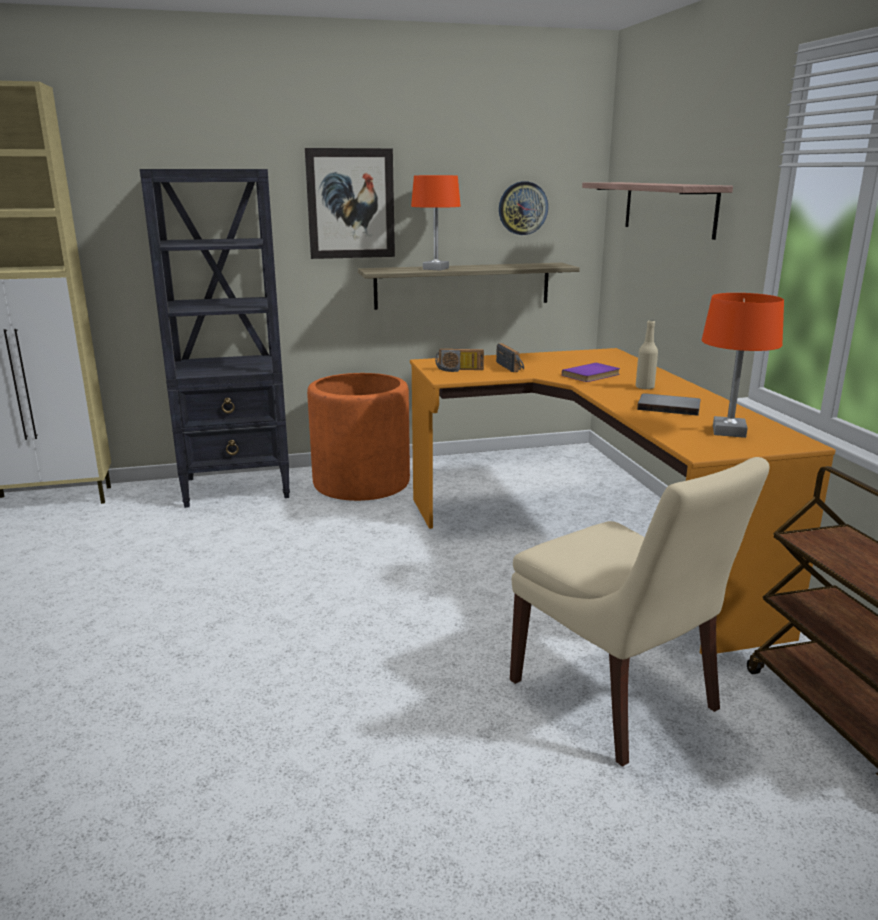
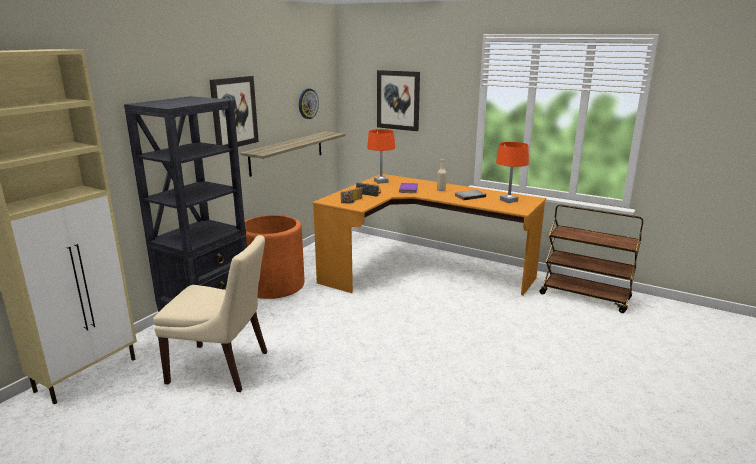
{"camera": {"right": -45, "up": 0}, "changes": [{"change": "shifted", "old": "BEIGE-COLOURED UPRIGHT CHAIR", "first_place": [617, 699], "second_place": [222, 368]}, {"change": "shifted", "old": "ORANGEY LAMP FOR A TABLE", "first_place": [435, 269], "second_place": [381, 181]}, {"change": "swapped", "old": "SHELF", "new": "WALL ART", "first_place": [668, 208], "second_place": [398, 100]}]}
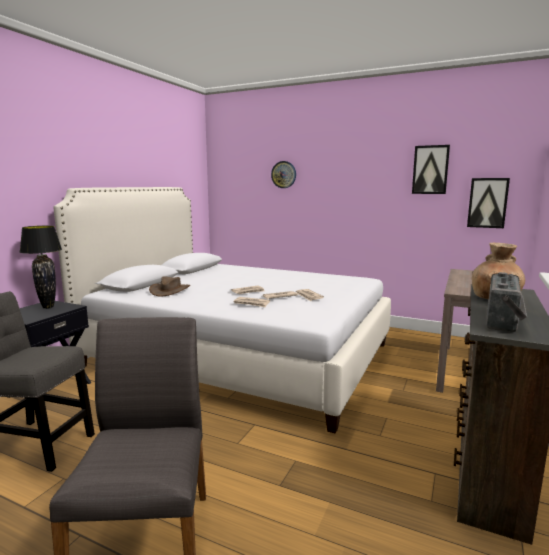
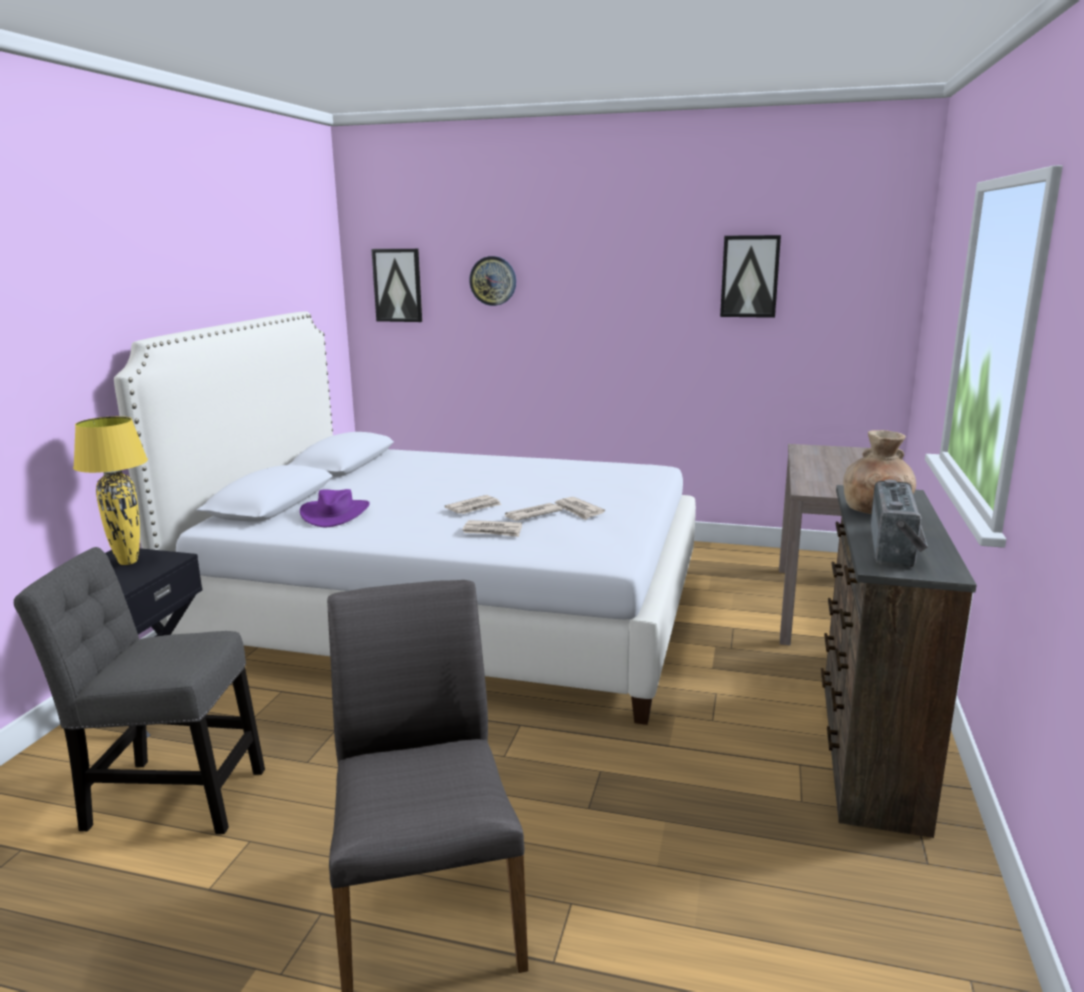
{"camera": {"right": -10, "up": 5}, "changes": [{"change": "repainted", "old": "BLACK LAMP FOR A TABLE", "new": "YELLOWISH LAMP FOR A TABLE", "first_place": [47, 307], "second_place": [127, 562]}, {"change": "repainted", "old": "BROWNISH CLOTHING HAT", "new": "PURPLE CLOTHING HAT", "first_place": [170, 290], "second_place": [335, 514]}, {"change": "shifted", "old": "WALL ART", "first_place": [487, 203], "second_place": [397, 285]}]}
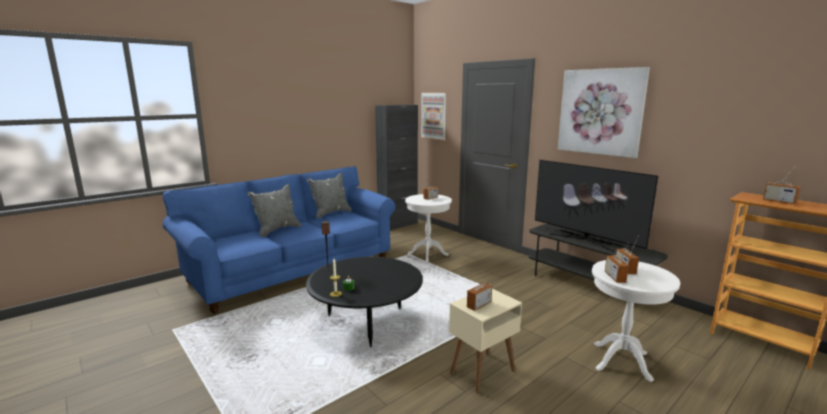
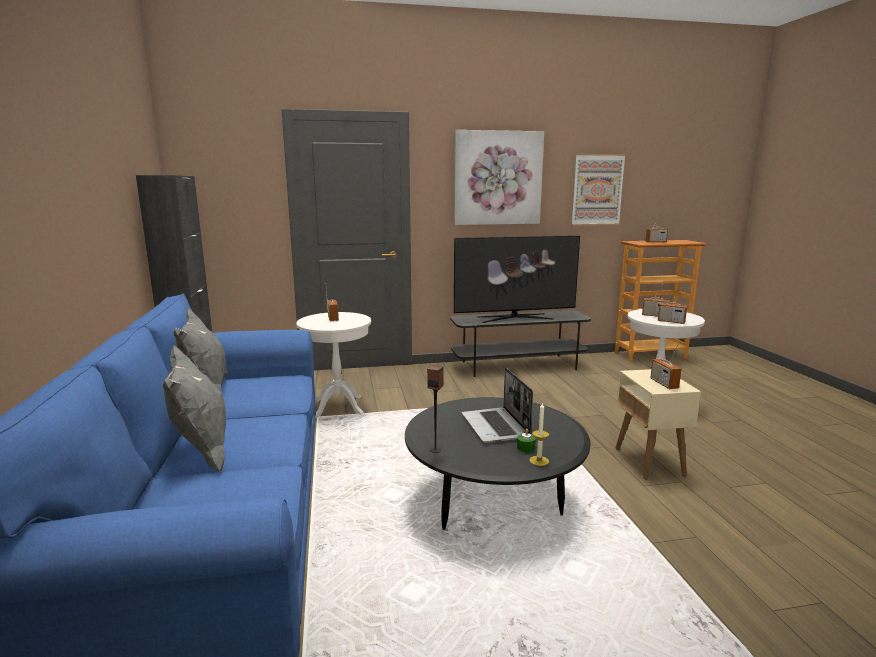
{"camera": {"right": -60, "up": 0}, "changes": [{"change": "new", "new": "LAPTOP", "second_place": [496, 427]}, {"change": "shifted", "old": "WALL ART", "first_place": [433, 115], "second_place": [597, 190]}]}
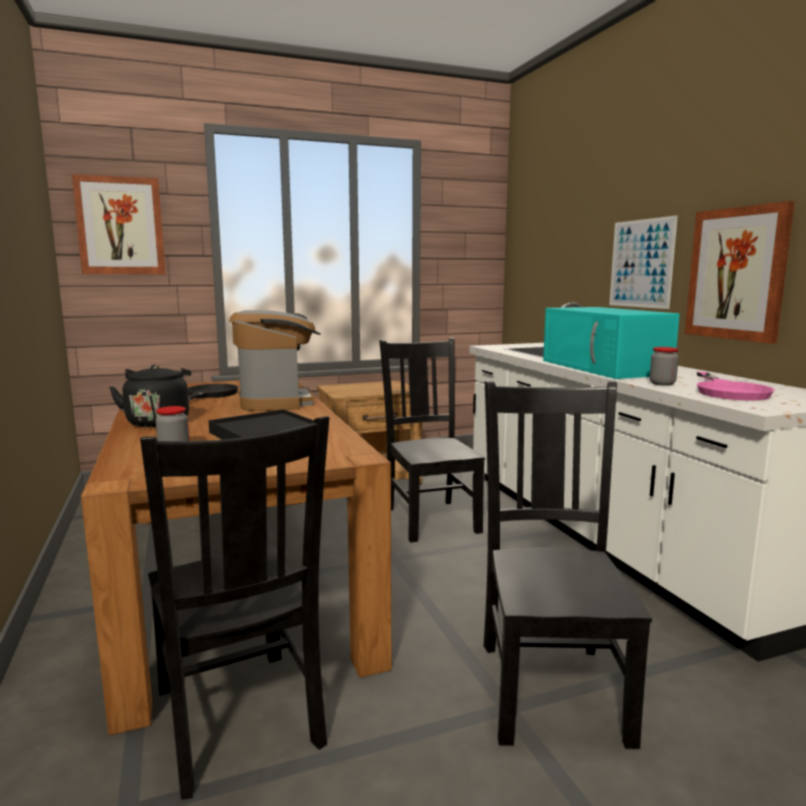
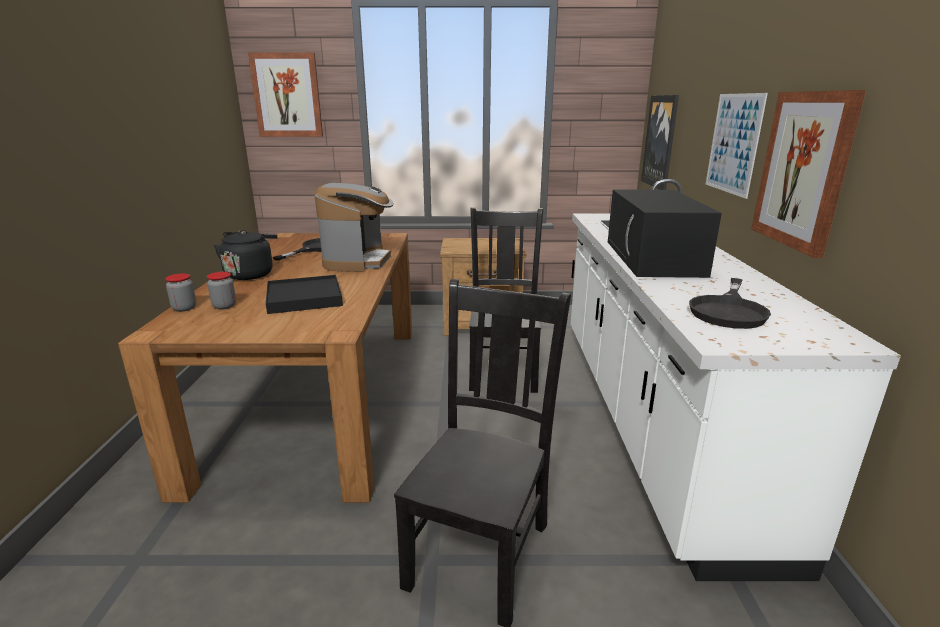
{"camera": {"right": 20, "up": 10}, "changes": [{"change": "shifted", "old": "STORAGE JAR", "first_place": [662, 383], "second_place": [184, 308]}, {"change": "repainted", "old": "BLUE-GREEN MICROWAVE OVEN", "new": "BLACK MICROWAVE OVEN", "first_place": [605, 367], "second_place": [654, 258]}, {"change": "new", "new": "WALL ART", "second_place": [660, 142]}, {"change": "repainted", "old": "PINK-COLOURED PAN", "new": "BLACK PAN", "first_place": [728, 391], "second_place": [729, 310]}, {"change": "gone", "old": "BLACK UPRIGHT CHAIR", "first_place": [238, 721]}]}
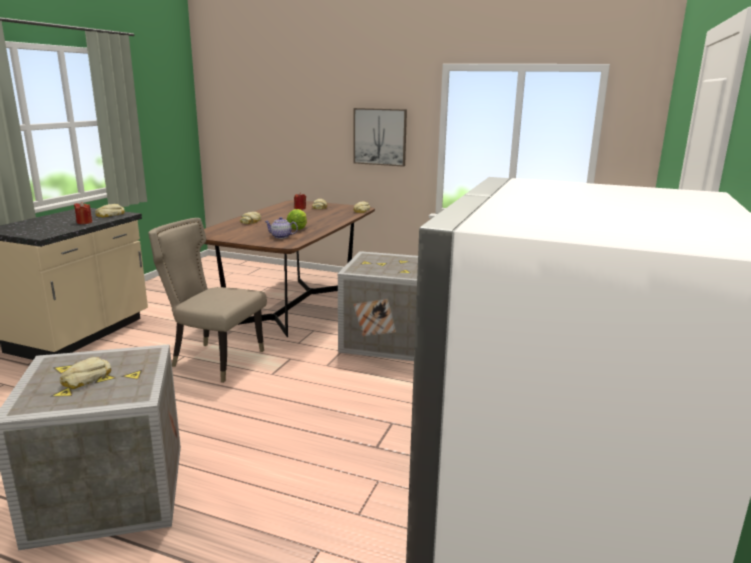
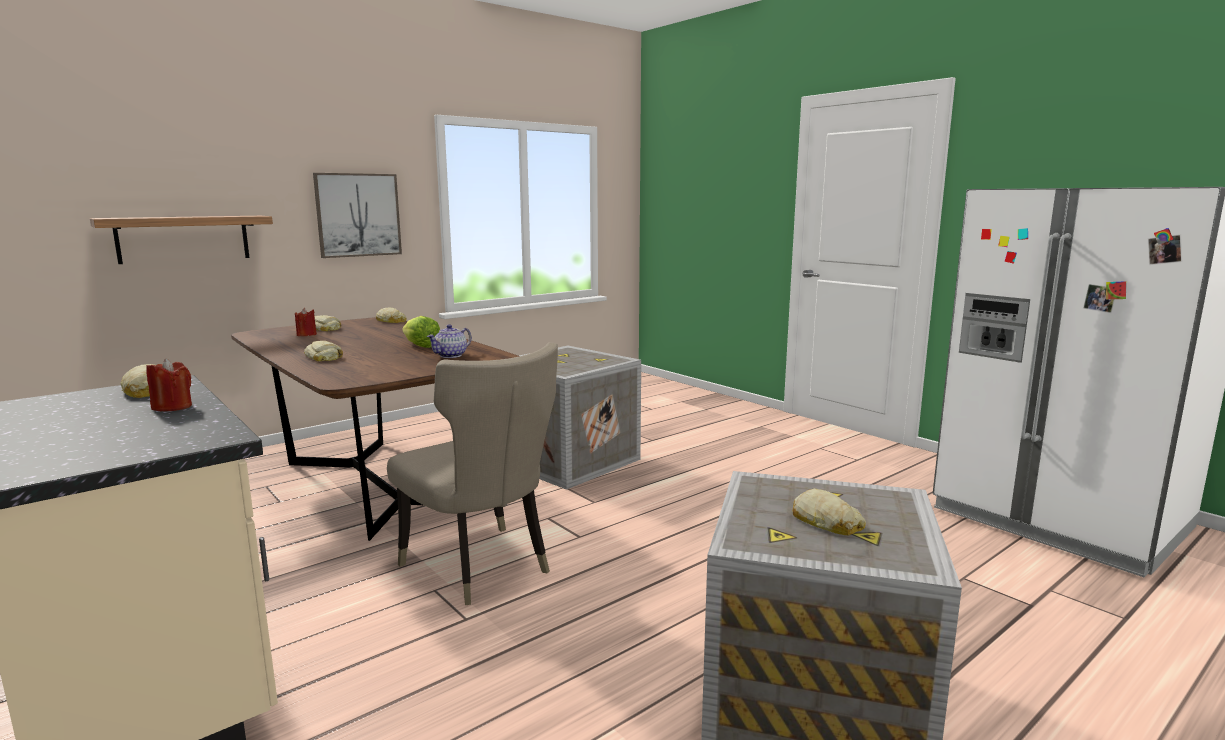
{"camera": {"right": -60, "up": -5}, "changes": [{"change": "new", "new": "SHELF", "second_place": [183, 239]}, {"change": "rotated", "old": "BEIGE-COLOURED UPRIGHT CHAIR", "first_place": [214, 360], "second_place": [482, 568], "degrees": -90}]}
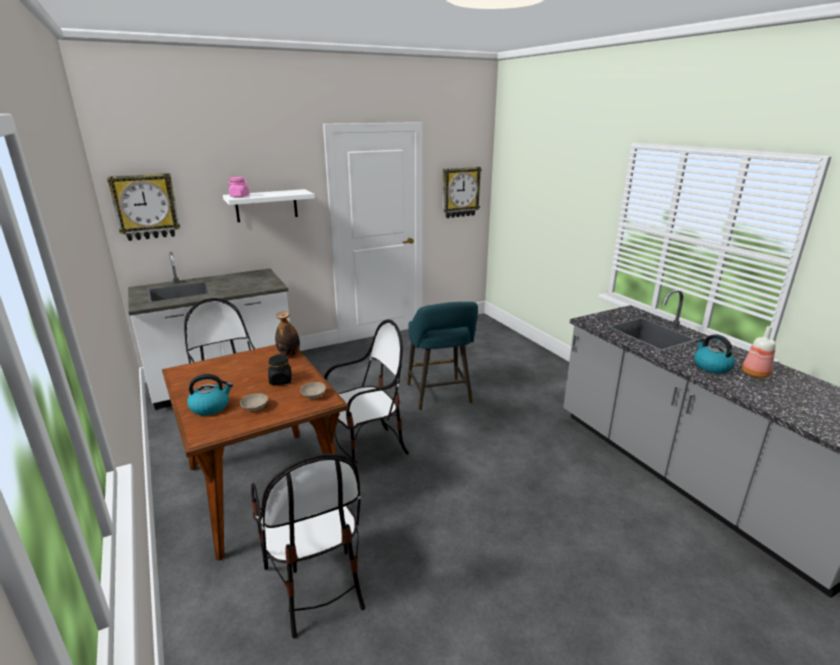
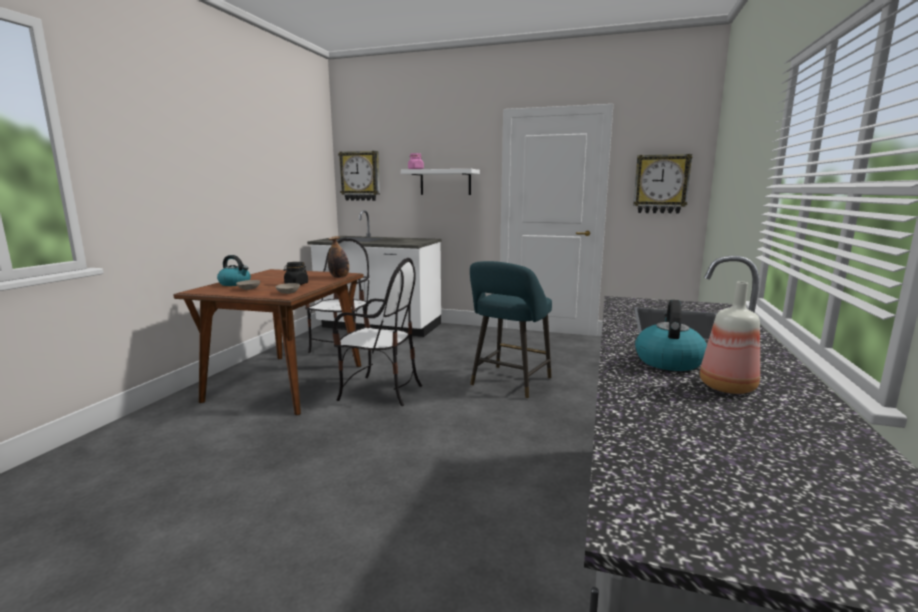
{"camera": {"right": 45, "up": -10}, "changes": [{"change": "gone", "old": "UPRIGHT CHAIR", "first_place": [315, 584]}]}
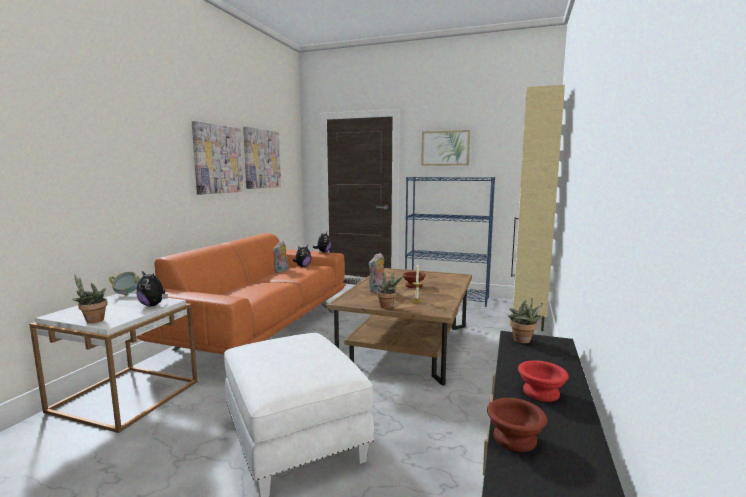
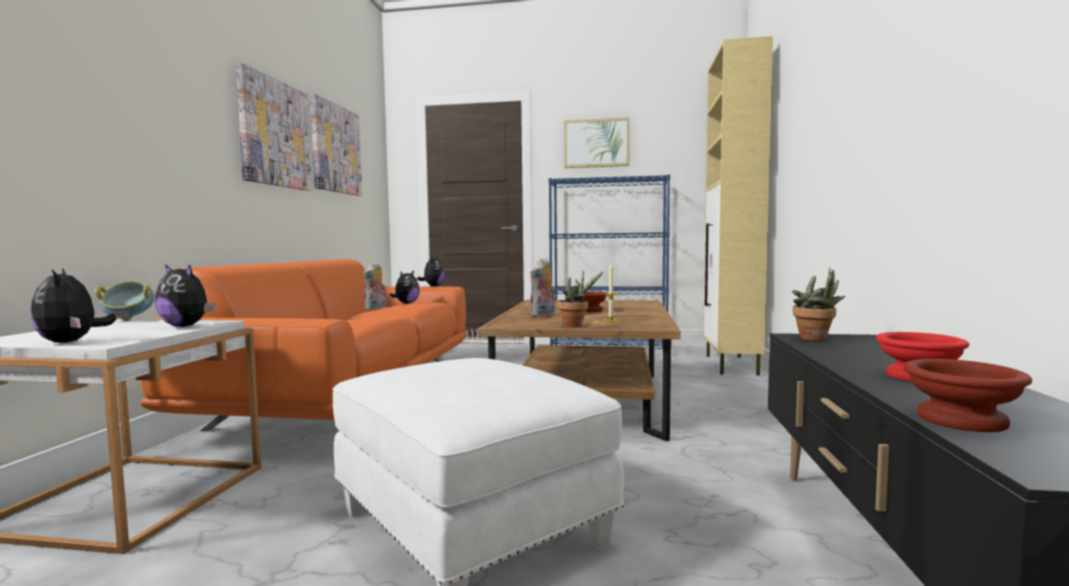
{"camera": {"right": -10, "up": -5}, "changes": [{"change": "swapped", "old": "POTTED PLANT", "new": "SOFT TOY", "first_place": [92, 320], "second_place": [71, 342]}]}
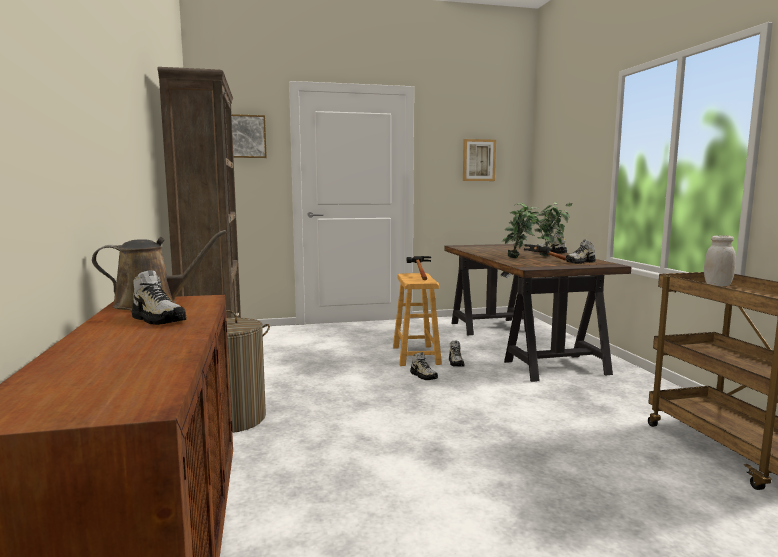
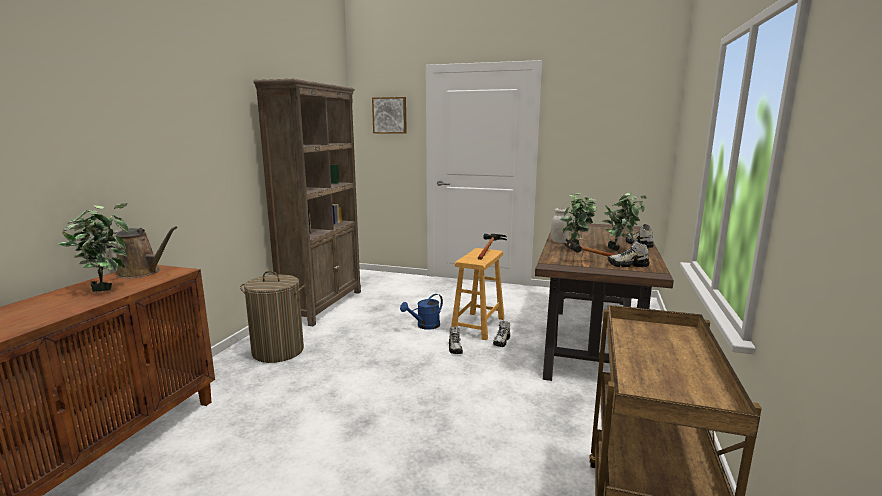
{"camera": {"right": 30, "up": 5}, "changes": [{"change": "swapped", "old": "LOW SHOE", "new": "POTTED PLANT", "first_place": [158, 319], "second_place": [106, 289]}, {"change": "new", "new": "BLUE WATERING CAN", "second_place": [425, 326]}, {"change": "shifted", "old": "WHITE-COLOURED STORAGE JAR", "first_place": [717, 285], "second_place": [559, 241]}, {"change": "gone", "old": "WALL ART", "first_place": [478, 160]}]}
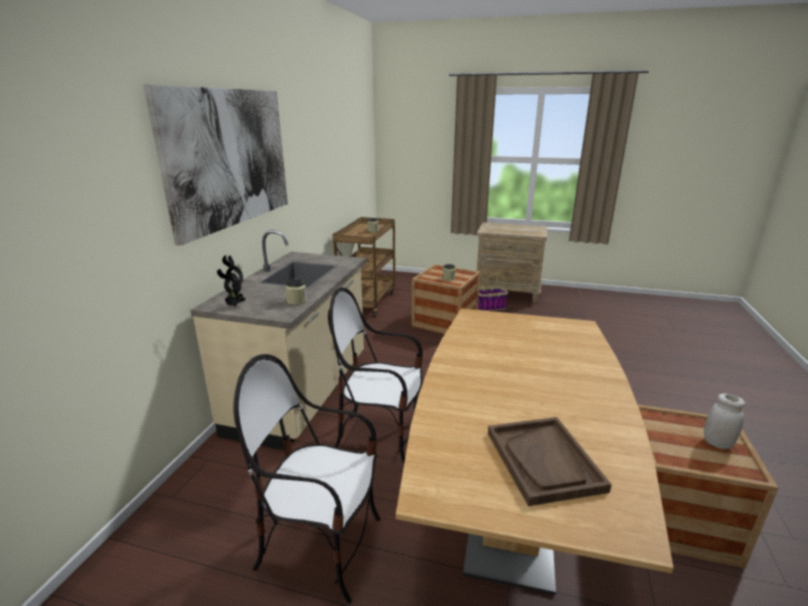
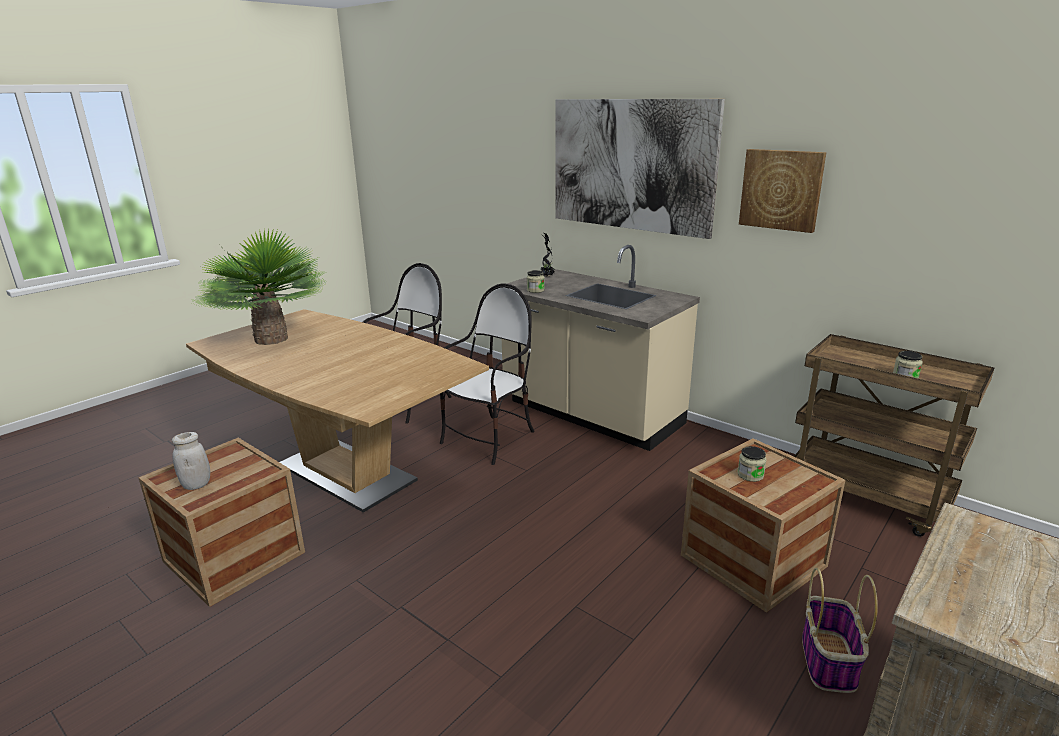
{"camera": {"right": 115, "up": 0}, "changes": [{"change": "swapped", "old": "BROWNISH SERVING TRAY", "new": "POTTED PLANT", "first_place": [544, 461], "second_place": [271, 339]}, {"change": "new", "new": "WALL ART", "second_place": [781, 189]}]}
